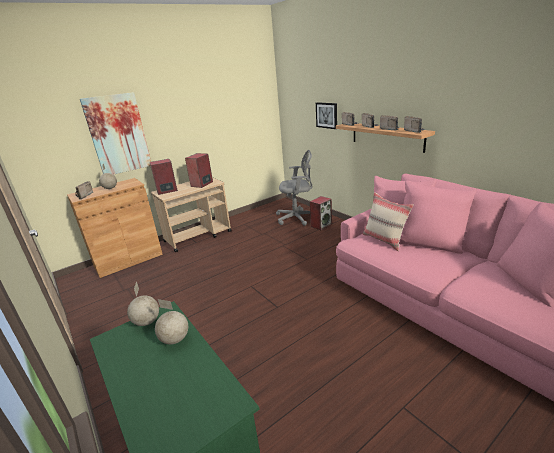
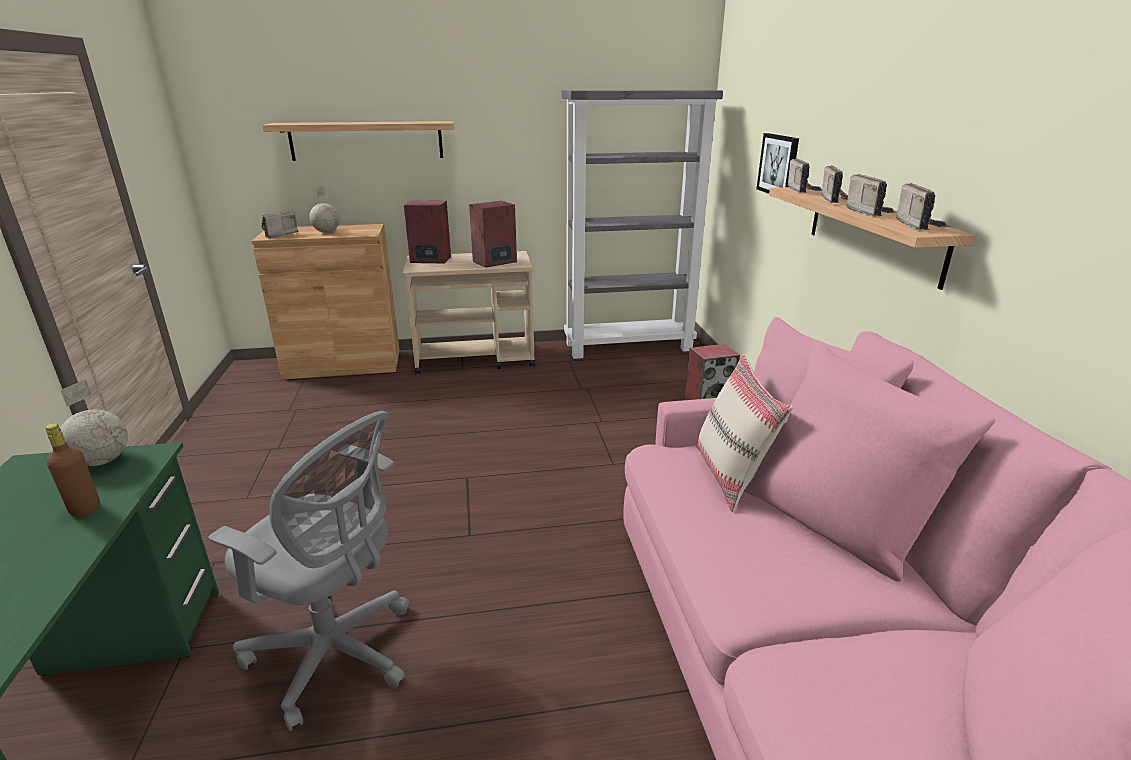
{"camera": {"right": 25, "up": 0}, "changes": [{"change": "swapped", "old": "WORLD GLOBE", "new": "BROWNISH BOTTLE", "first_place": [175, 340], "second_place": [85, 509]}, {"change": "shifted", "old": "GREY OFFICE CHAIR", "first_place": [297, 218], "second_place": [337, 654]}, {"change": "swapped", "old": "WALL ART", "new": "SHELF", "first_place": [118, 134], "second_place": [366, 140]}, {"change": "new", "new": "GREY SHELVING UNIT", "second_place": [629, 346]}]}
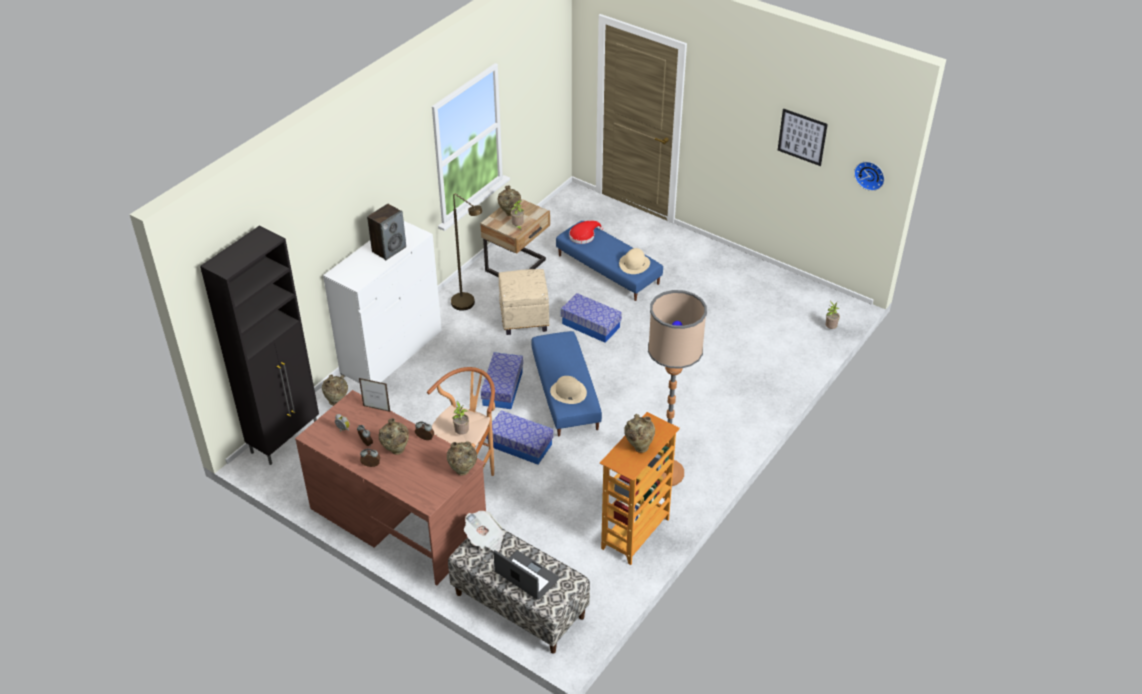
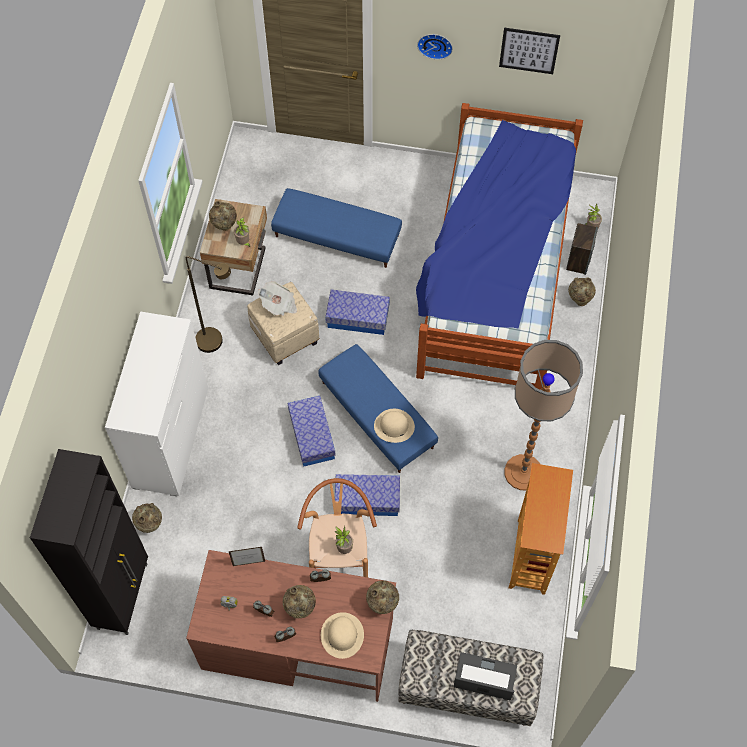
{"camera": {"right": -25, "up": 20}, "changes": [{"change": "shifted", "old": "NEWSPAPER", "first_place": [485, 539], "second_place": [279, 305]}, {"change": "shifted", "old": "BEIGE-COLOURED CLOTHING HAT", "first_place": [634, 263], "second_place": [342, 635]}, {"change": "new", "new": "SLEEPING BED", "second_place": [494, 273]}, {"change": "shifted", "old": "WALL CLOCK", "first_place": [870, 174], "second_place": [435, 44]}, {"change": "shifted", "old": "LOUDSPEAKER", "first_place": [389, 249], "second_place": [578, 260]}, {"change": "shifted", "old": "BEIGE-COLOURED FLOWER VASE", "first_place": [639, 447], "second_place": [579, 301]}, {"change": "gone", "old": "RED-COLOURED CLOTHING HAT", "first_place": [583, 236]}]}
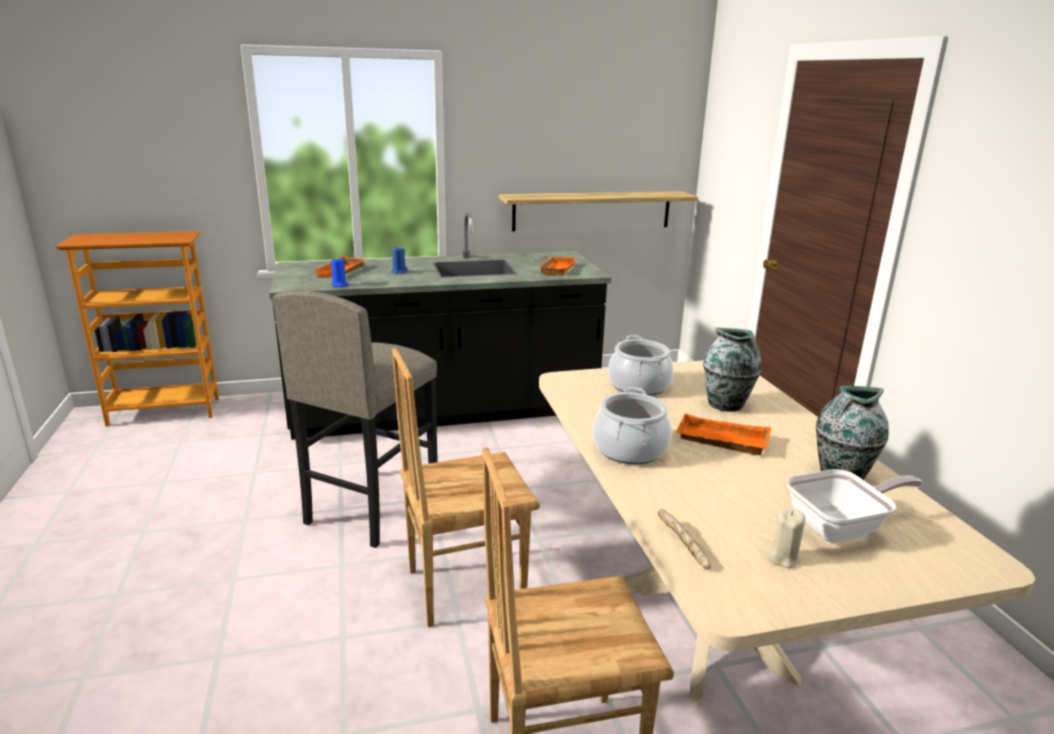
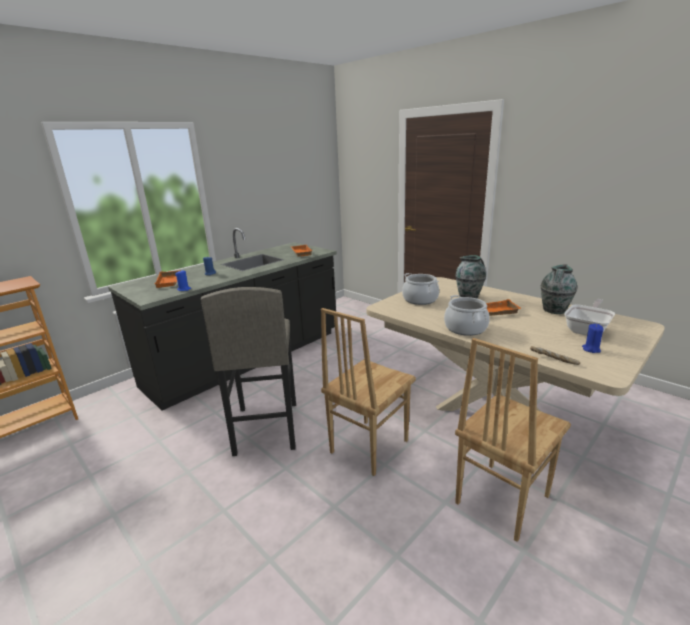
{"camera": {"right": -30, "up": 0}, "changes": [{"change": "repainted", "old": "BEIGE-COLOURED WAX CANDLE", "new": "BLUE WAX CANDLE", "first_place": [783, 558], "second_place": [591, 349]}, {"change": "gone", "old": "SHELF", "first_place": [592, 210]}]}
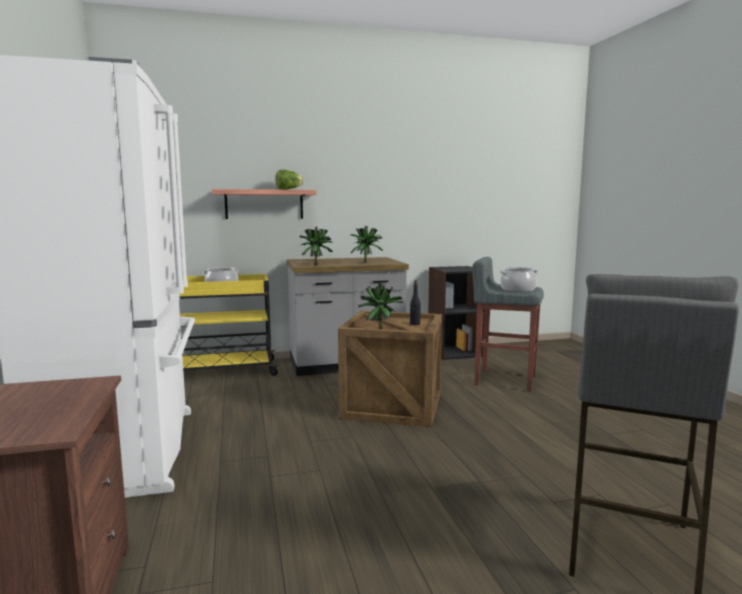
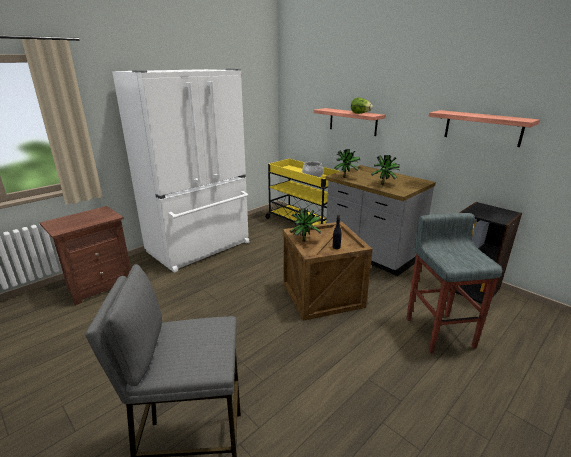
{"camera": {"right": 60, "up": 15}, "changes": [{"change": "new", "new": "SHELF", "second_place": [482, 128]}, {"change": "gone", "old": "STOCKPOT", "first_place": [517, 290]}]}
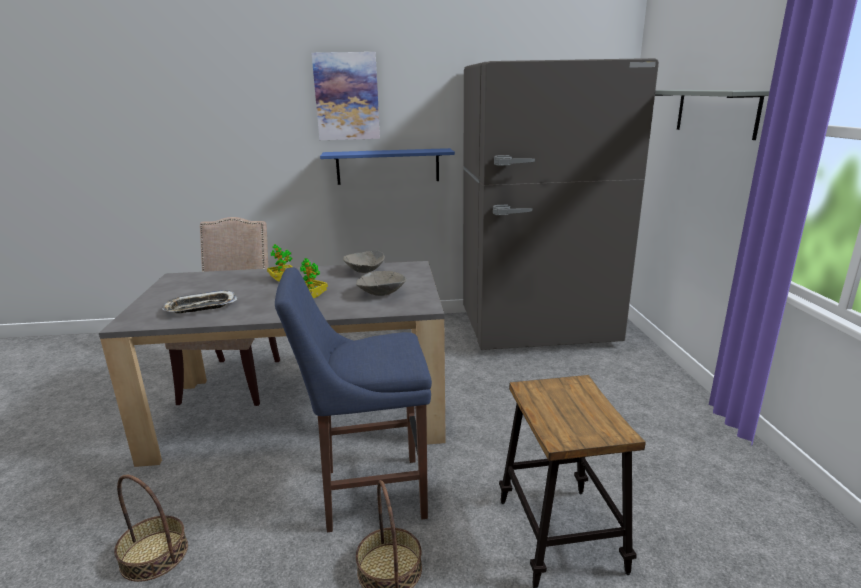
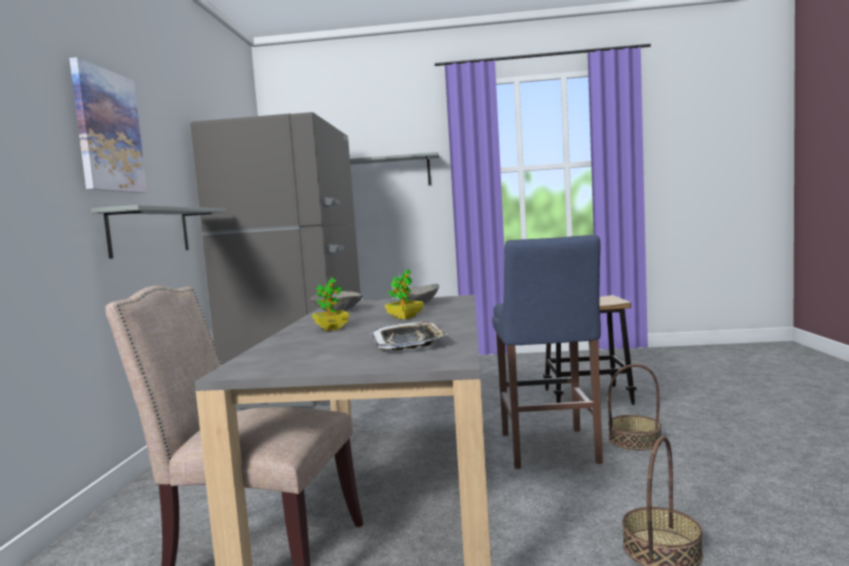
{"camera": {"right": -80, "up": -15}, "changes": [{"change": "repainted", "old": "BLUE SHELF", "new": "GREY SHELF", "first_place": [388, 166], "second_place": [150, 231]}]}
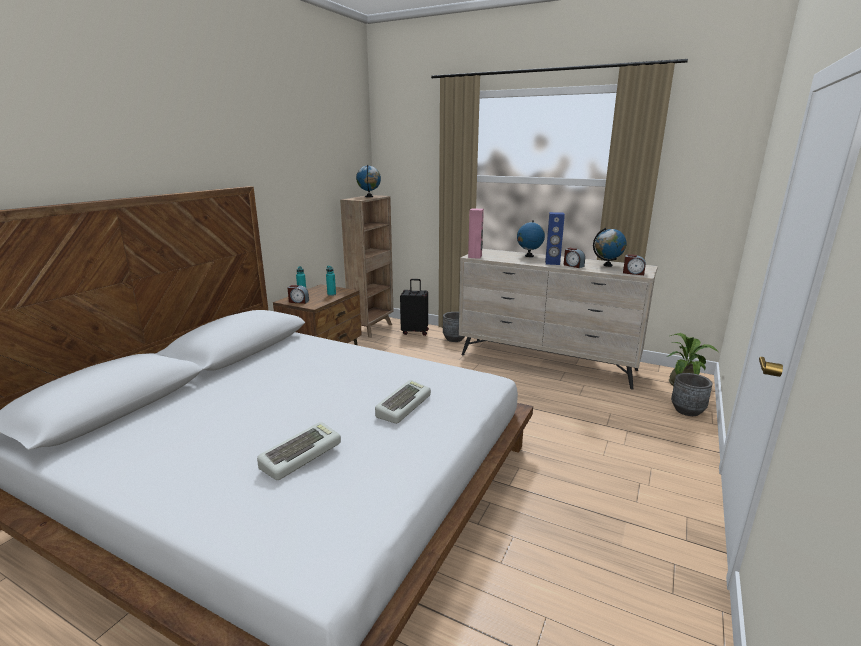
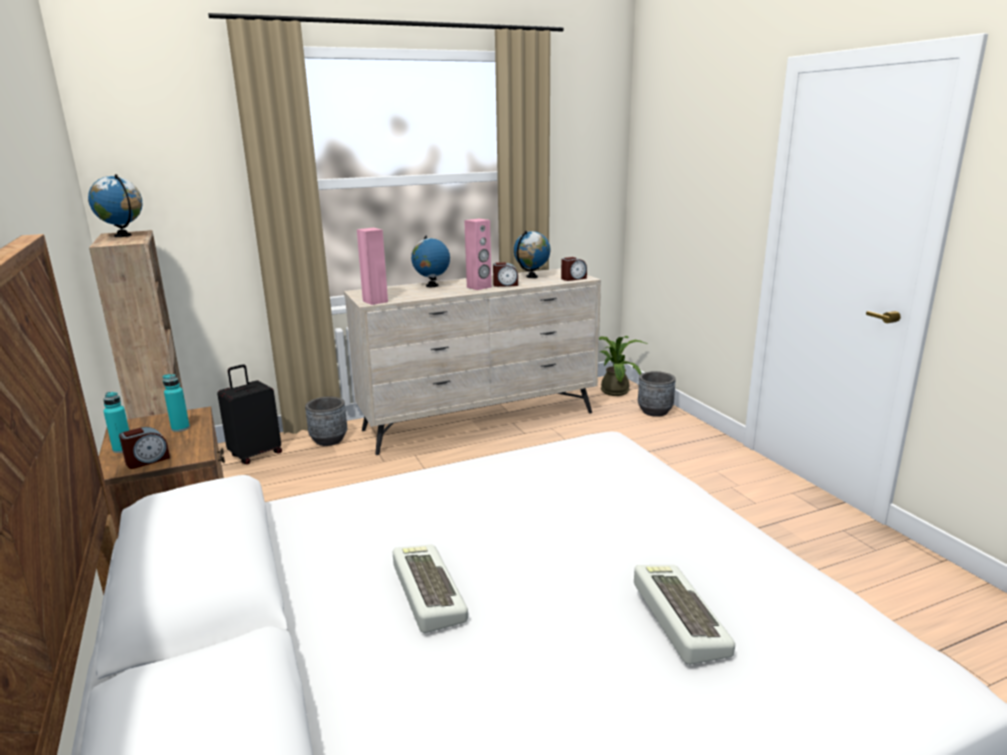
{"camera": {"right": -50, "up": 0}, "changes": [{"change": "shifted", "old": "PC KEYBOARD", "first_place": [403, 405], "second_place": [425, 592]}, {"change": "repainted", "old": "BLUE LOUDSPEAKER", "new": "PINK-COLOURED LOUDSPEAKER", "first_place": [552, 263], "second_place": [479, 287]}]}
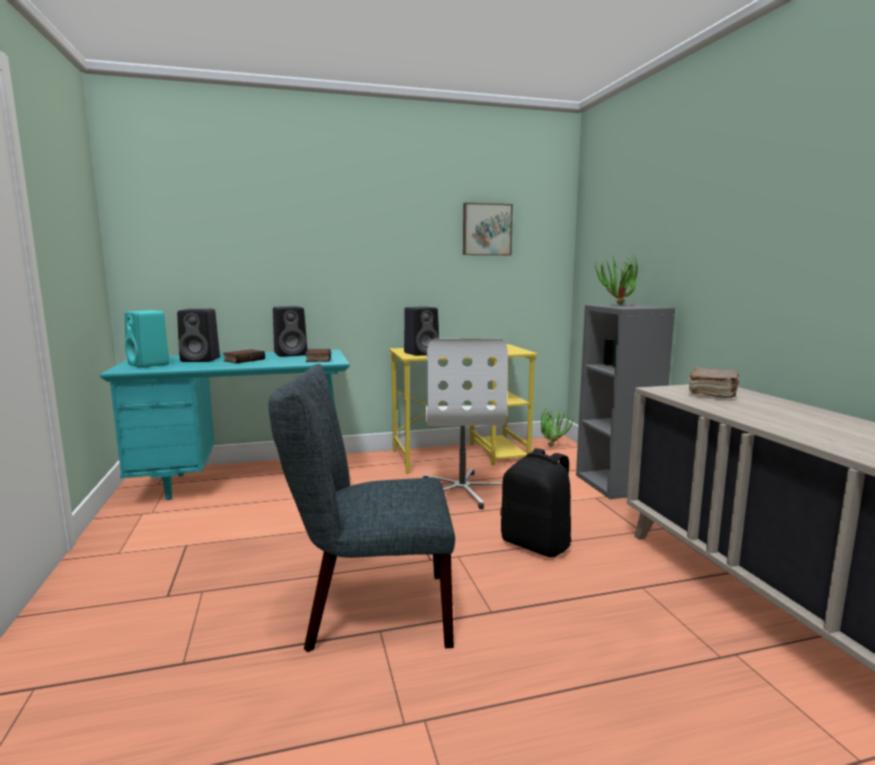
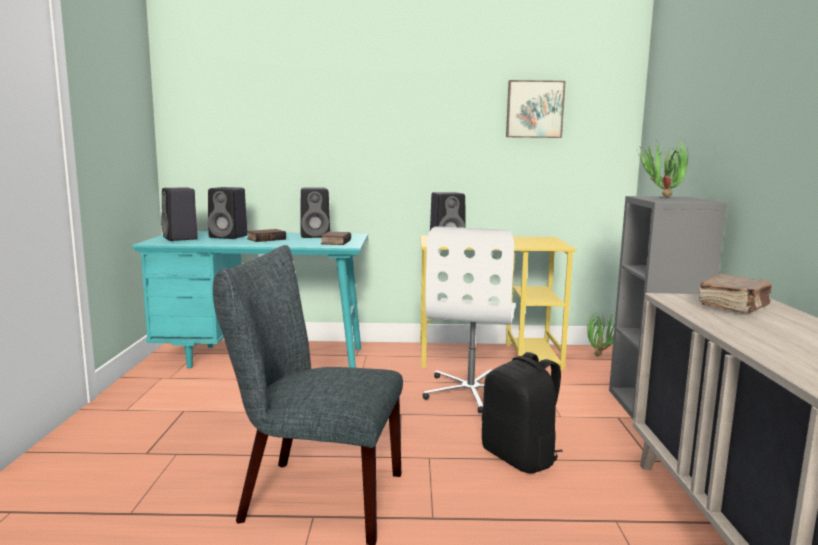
{"camera": {"right": 15, "up": 0}, "changes": [{"change": "repainted", "old": "BLUE-GREEN LOUDSPEAKER", "new": "BLACK LOUDSPEAKER", "first_place": [150, 364], "second_place": [181, 238]}]}
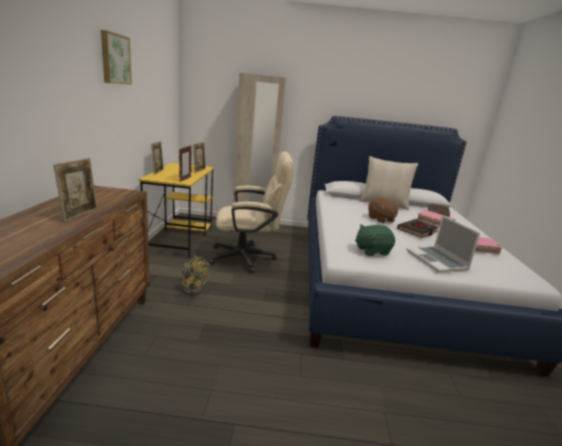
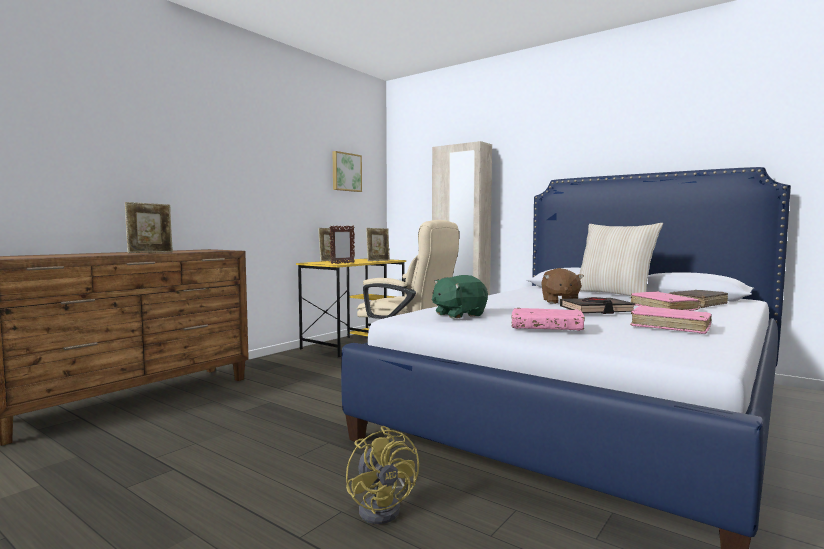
{"camera": {"right": 35, "up": -15}, "changes": [{"change": "shifted", "old": "WALL ART", "first_place": [114, 59], "second_place": [346, 172]}, {"change": "shifted", "old": "YELLOWISH COOLING FAN", "first_place": [192, 289], "second_place": [384, 508]}, {"change": "rotated", "old": "GREENISH SOFT TOY", "first_place": [372, 251], "second_place": [458, 315], "degrees": -45}, {"change": "swapped", "old": "LAPTOP", "new": "PINK-COLOURED VOLUME", "first_place": [437, 261], "second_place": [546, 328]}]}
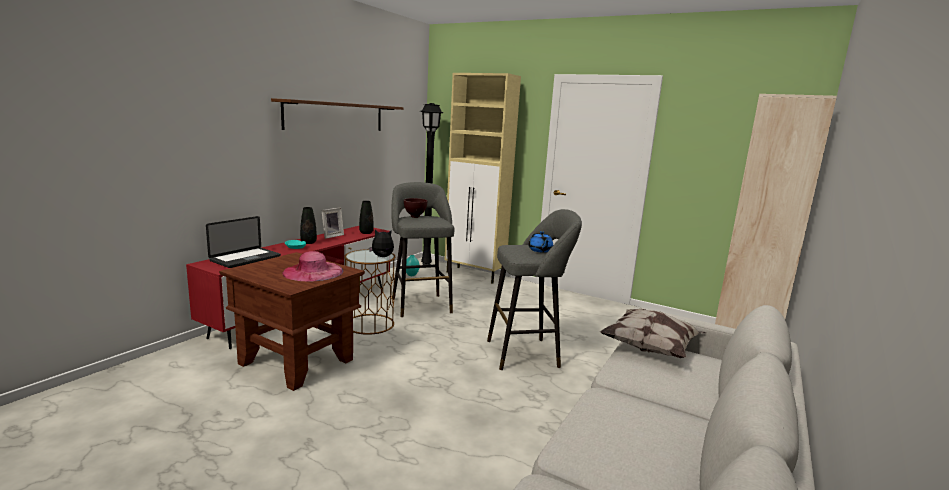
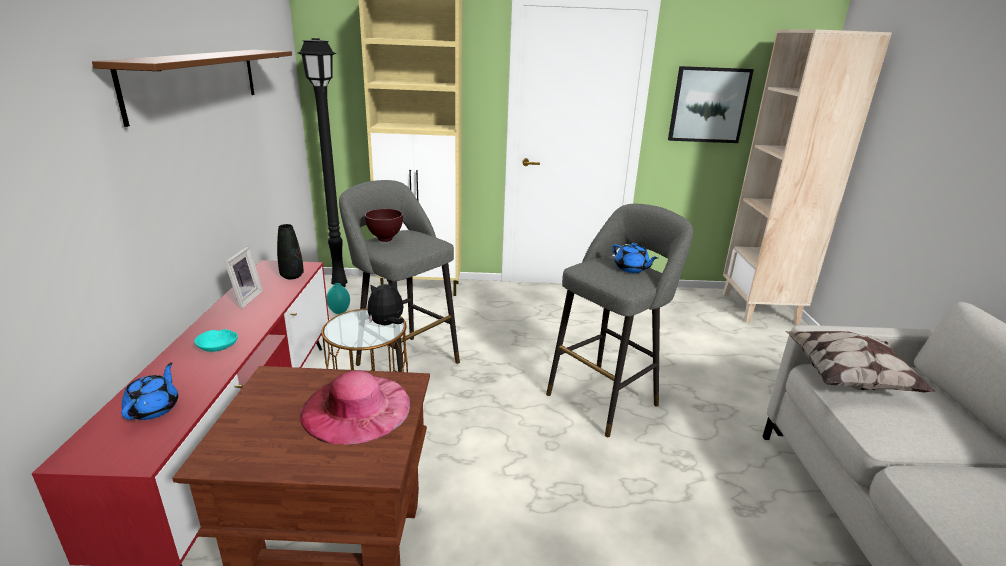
{"camera": {"right": -30, "up": 10}, "changes": [{"change": "swapped", "old": "LAPTOP", "new": "BLUE TEA POT", "first_place": [245, 259], "second_place": [154, 408]}, {"change": "new", "new": "WALL ART", "second_place": [708, 105]}, {"change": "gone", "old": "BLACK FLOWER VASE", "first_place": [308, 242]}]}
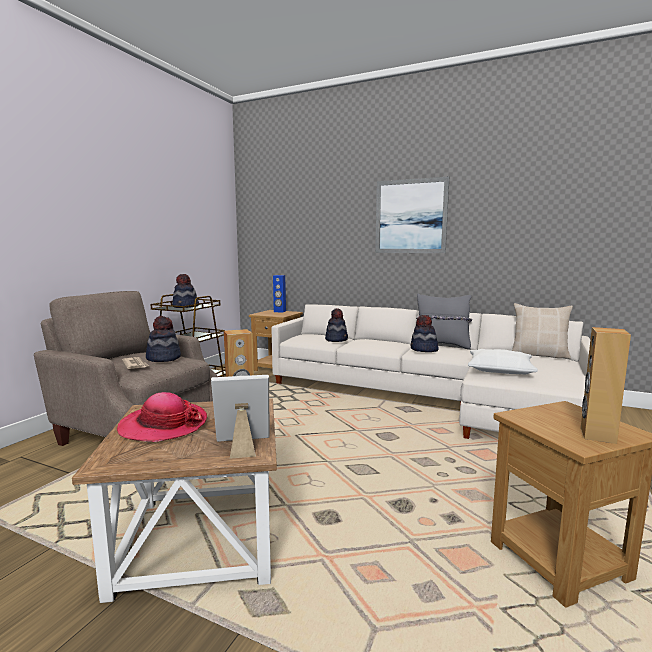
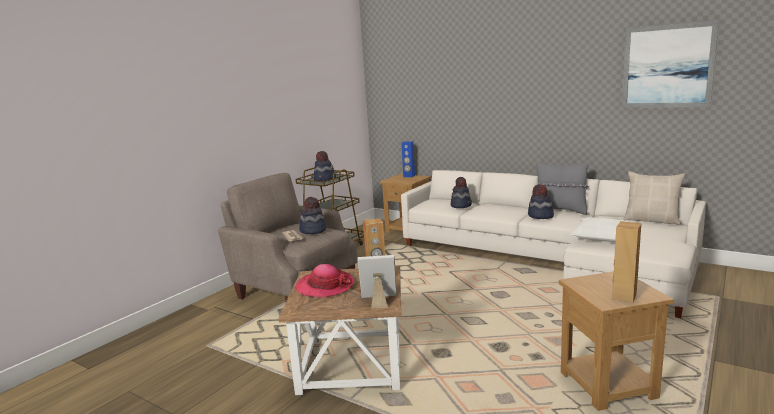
{"camera": {"right": 10, "up": 5}, "changes": [{"change": "shifted", "old": "WALL ART", "first_place": [410, 216], "second_place": [667, 66]}]}
